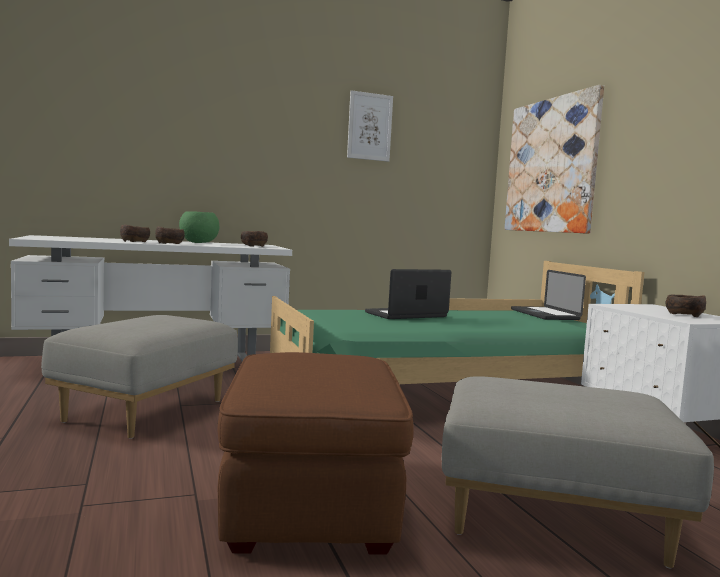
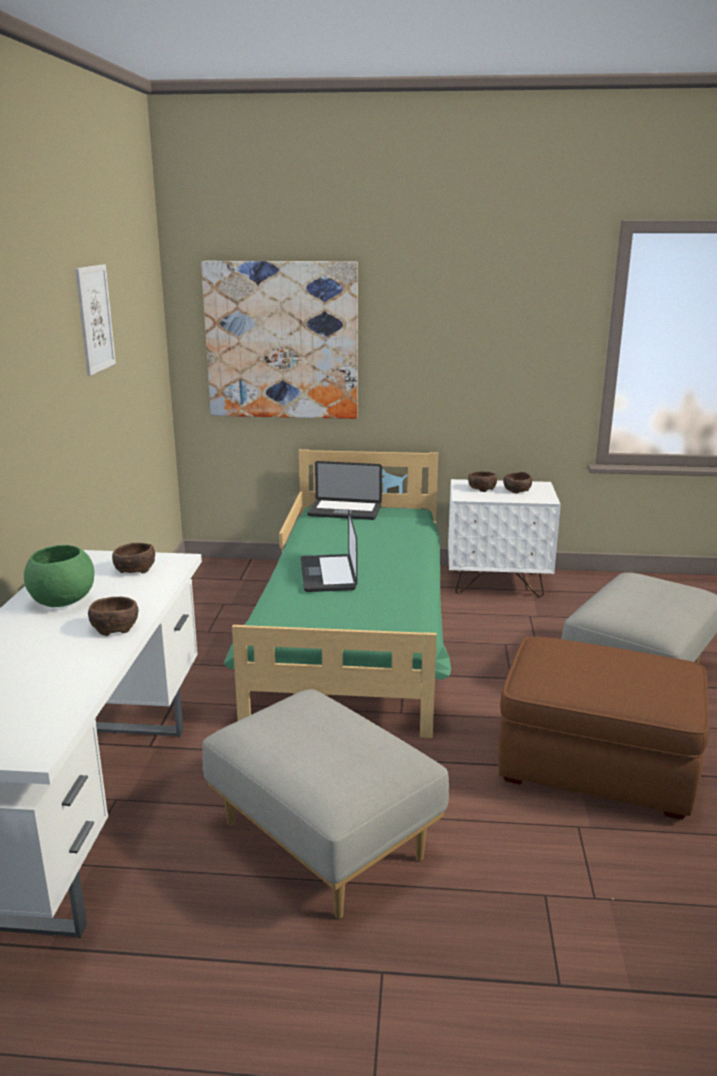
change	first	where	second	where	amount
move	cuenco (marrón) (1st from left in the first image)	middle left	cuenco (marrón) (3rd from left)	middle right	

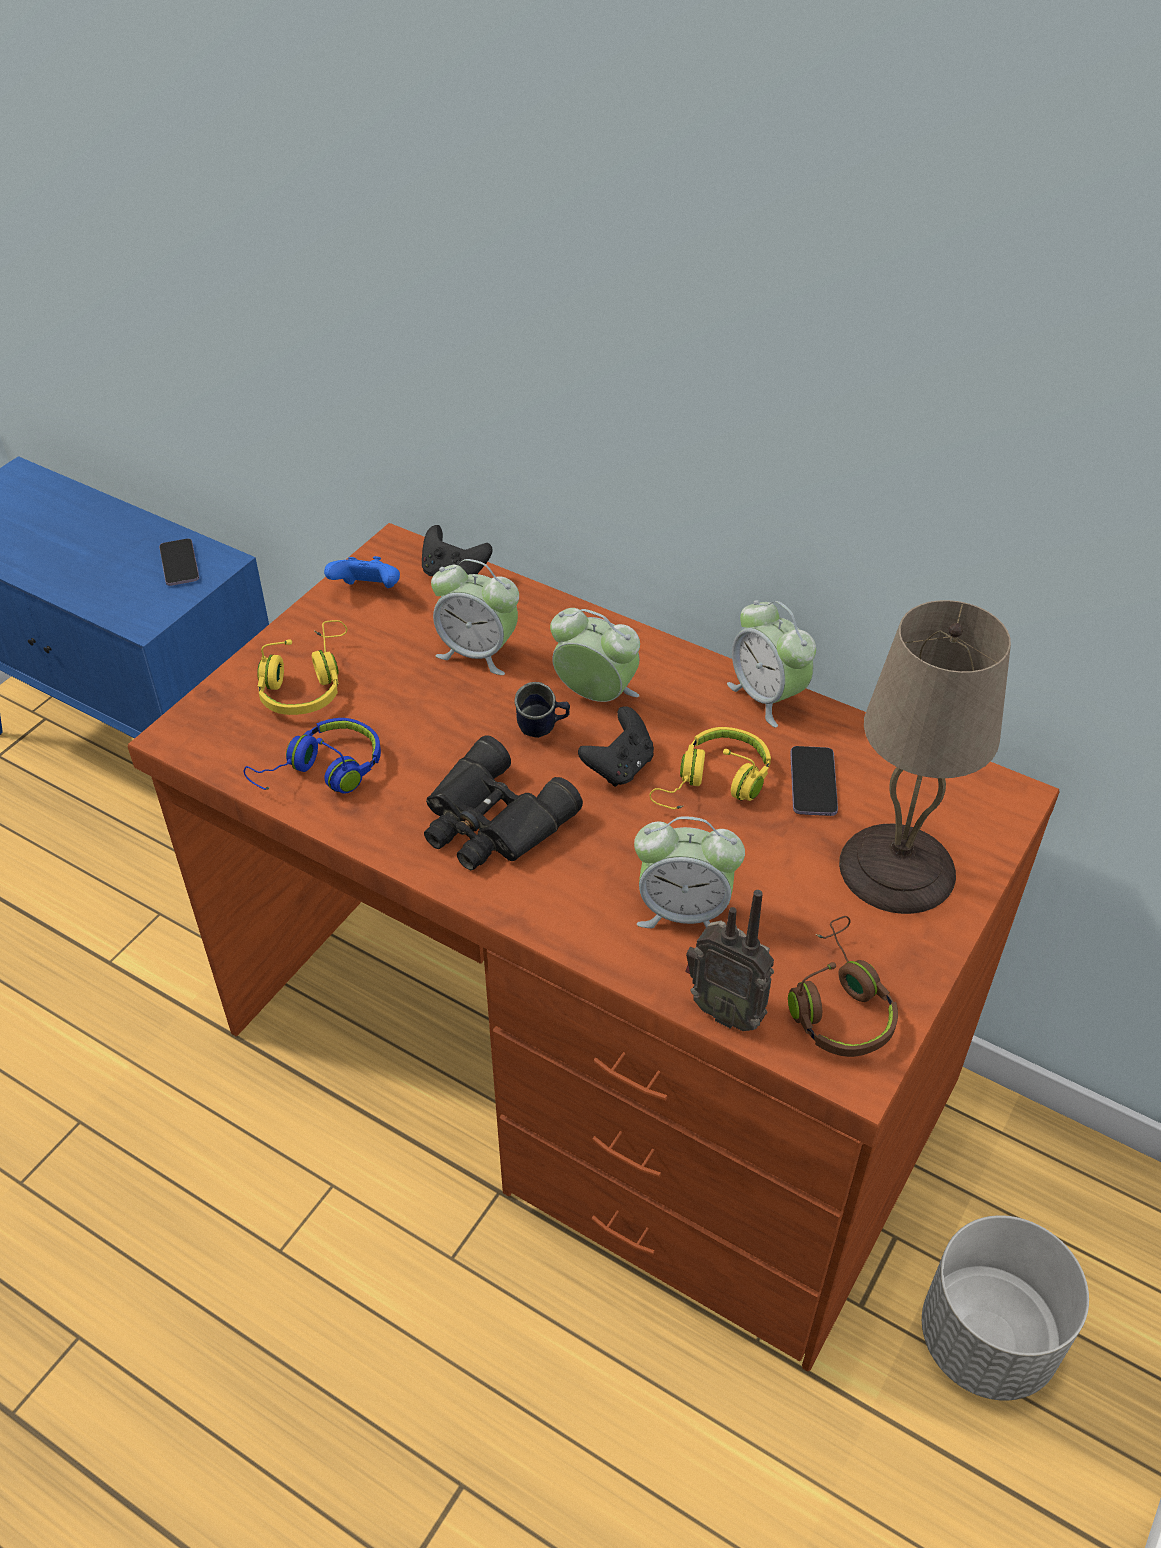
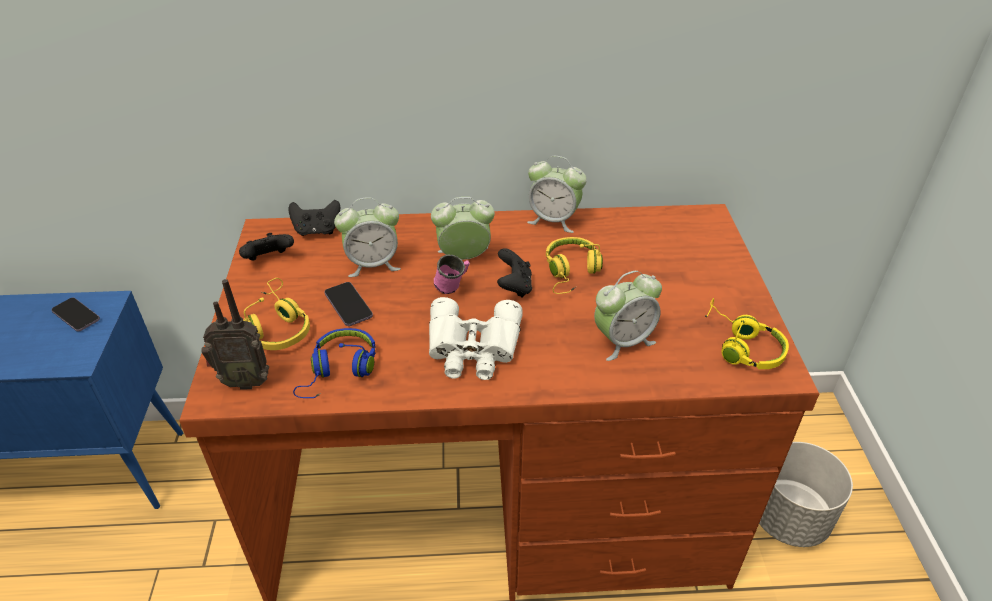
change	first	where	second	where	amount
move	radio	centre		middle left	
recolor	mando de consola (azul)	middle left	mando de consola (negro) (1st from left)	middle left	
move	móvil (2nd from left)	middle right		centre	
recolor	prismáticos (negro)	centre	prismáticos (blanco)	centre	
recolor	taza grande (azul)	centre	taza grande (rosa)	centre	
recolor	auriculares (marrón)	middle right	auriculares (amarillo) (3rd from left)	middle right	
delete	lámpara de mesa (beis)	middle right			

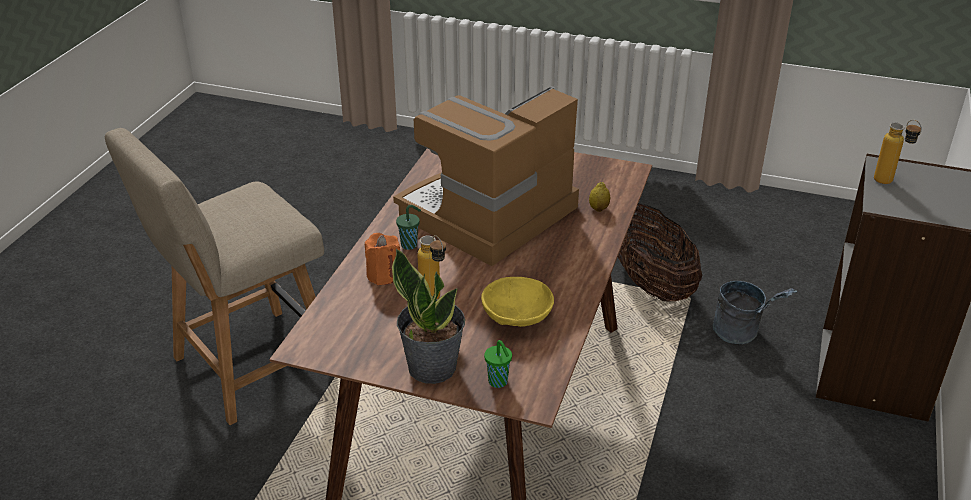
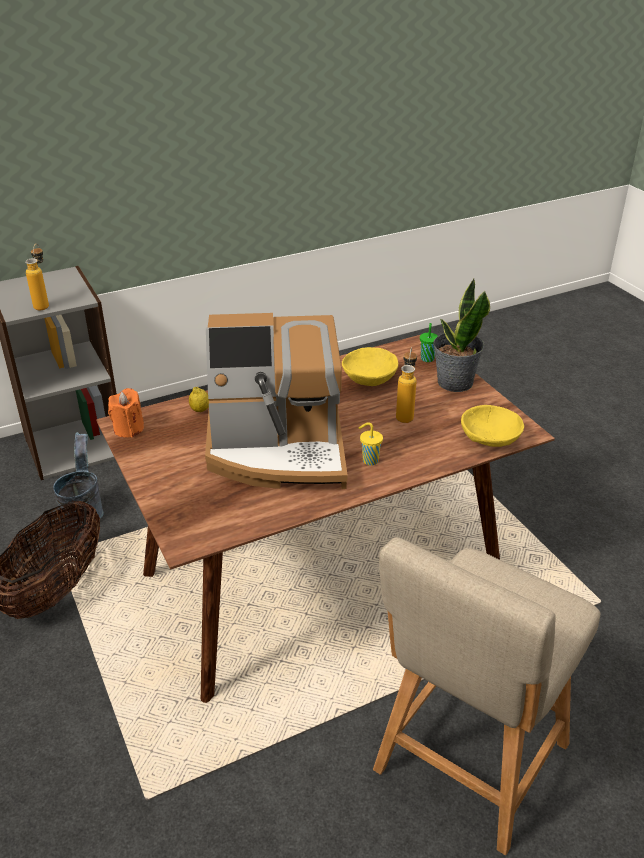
change	first	where	second	where	amount
move	vela (naranja)	centre		middle left	
recolor	taza (verde) (1st from left)	centre	taza (amarillo)	centre	
rotate	silla (beis)	middle left		bottom right	120 degrees clockwise
insert			cuenco (amarillo) (2nd from left)	middle right	

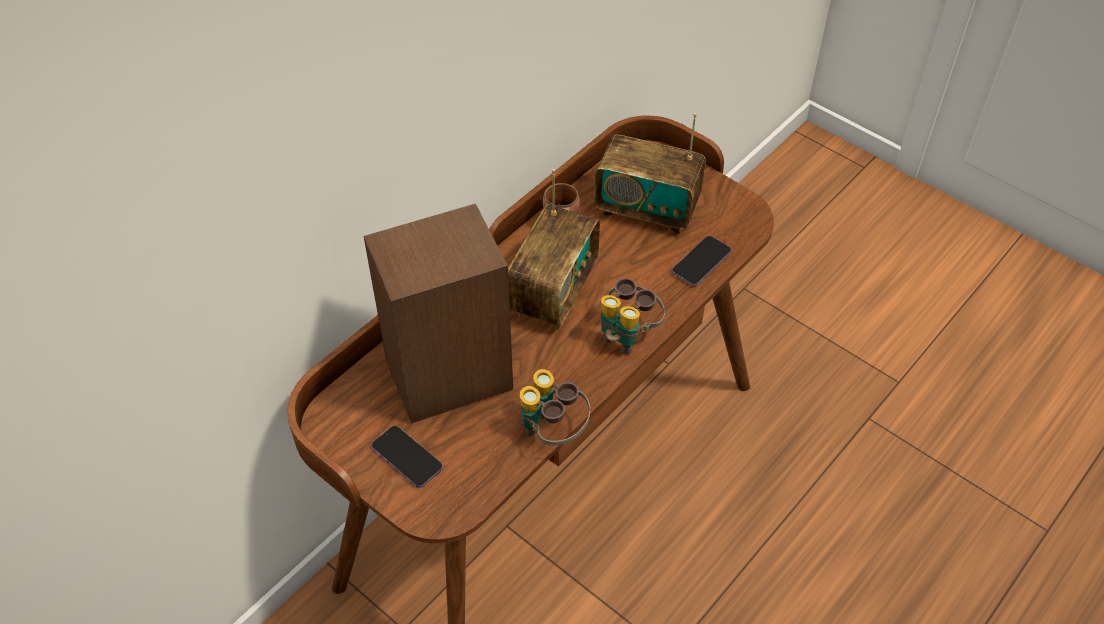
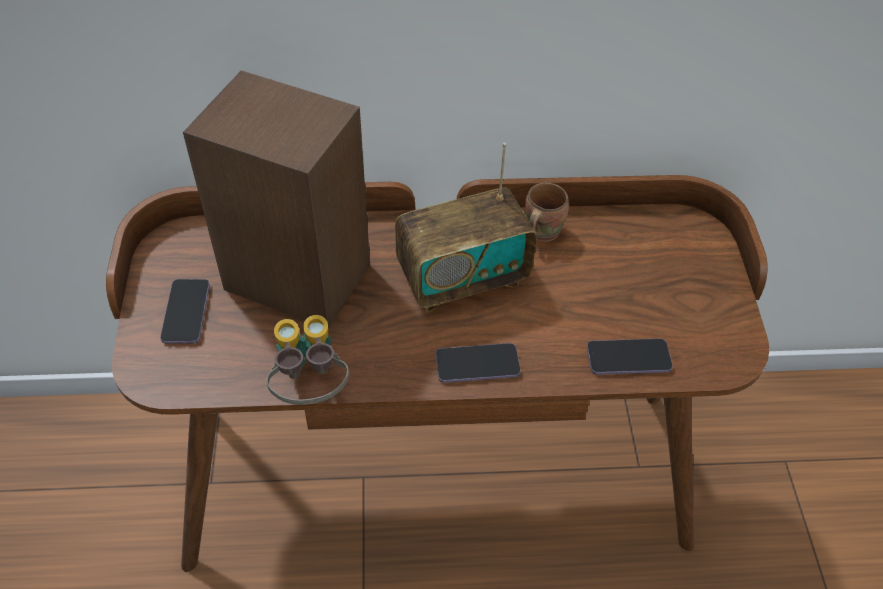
change	first	where	second	where	amount
replace	prismáticos (2nd from left)	centre	móvil (2nd from left)	centre	
delete	radio (2nd from left)	top centre			

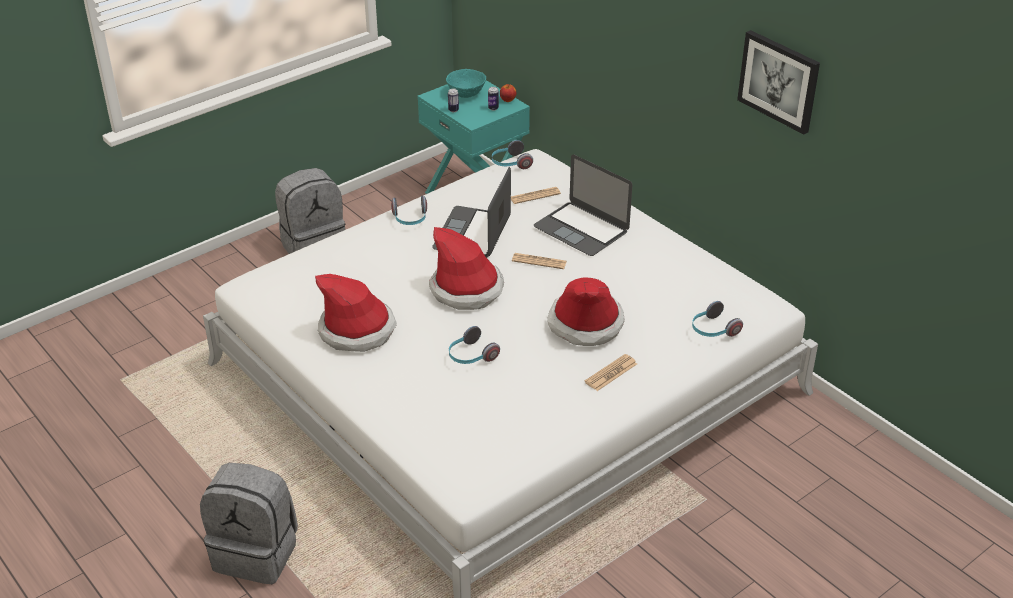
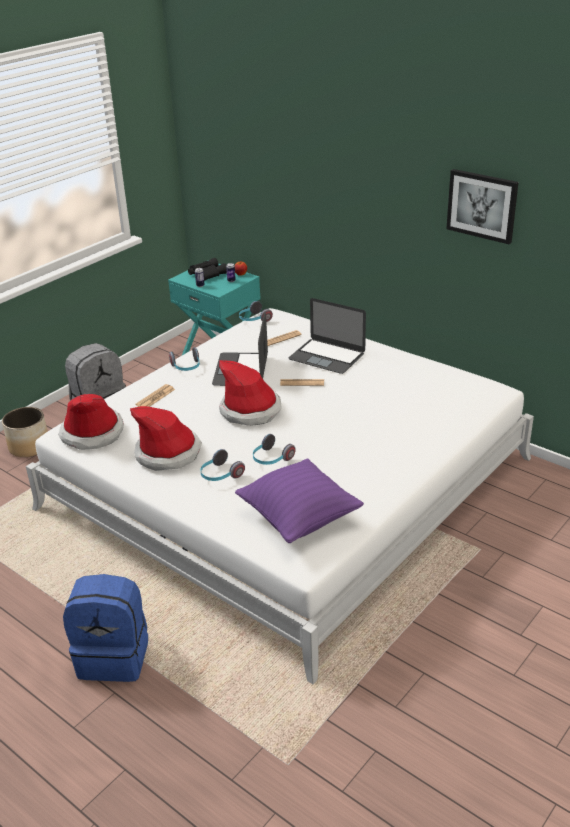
change	first	where	second	where	amount
insert			maceta	middle left	
move	sombrero (3rd from left in the first image)	centre	sombrero (1st from left)	middle left	
recolor	mochila (gris) (1st from left)	bottom left	mochila (azul)	bottom left	
move	periódico (3rd from left in the first image)	centre	periódico (1st from left)	middle left	
replace	cuenco (turquesa)	top centre	prismáticos (negro)	top centre	
move	auriculares (4th from left in the first image)	middle right	auriculares (2nd from left)	centre	
insert			cojín (morado)	centre	

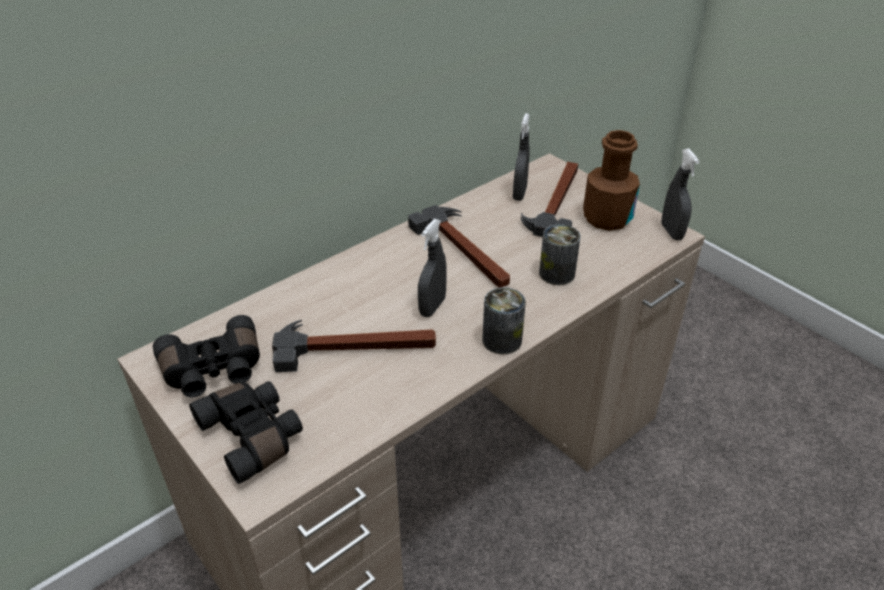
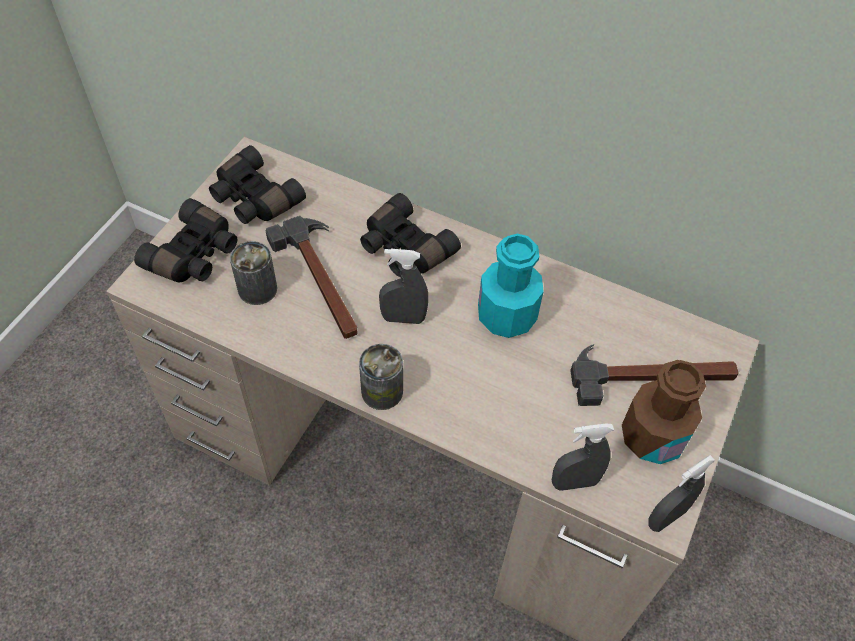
change	first	where	second	where	amount
move	lata (2nd from left in the first image)	centre	lata (1st from left)	middle left	
insert			prismáticos (negro) (3rd from left)	centre	
replace	martillo (2nd from left)	centre	botella (turquesa)	centre	
move	pulverizador (gris) (2nd from left)	top centre		bottom right	

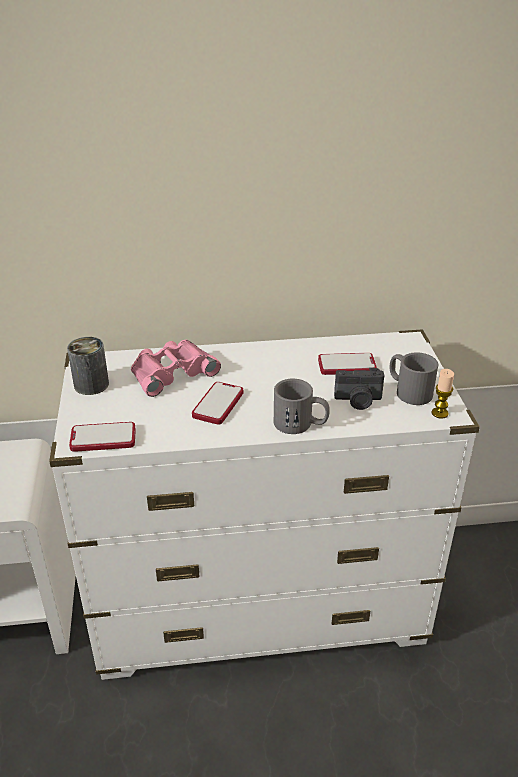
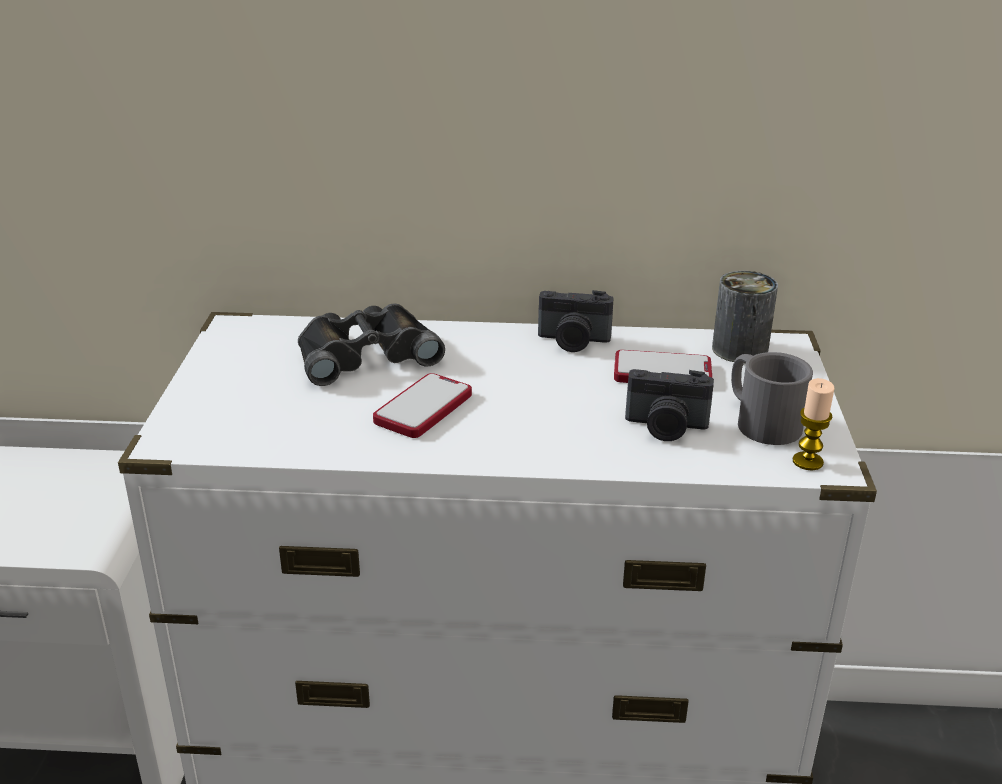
change	first	where	second	where	amount
recolor	prismáticos (rosa)	centre	prismáticos (negro)	centre	
insert			cámara (1st from left)	centre	
move	lata	middle left		middle right	
delete	móvil (1st from left)	middle left			
delete	taza grande (gris) (1st from left)	centre			

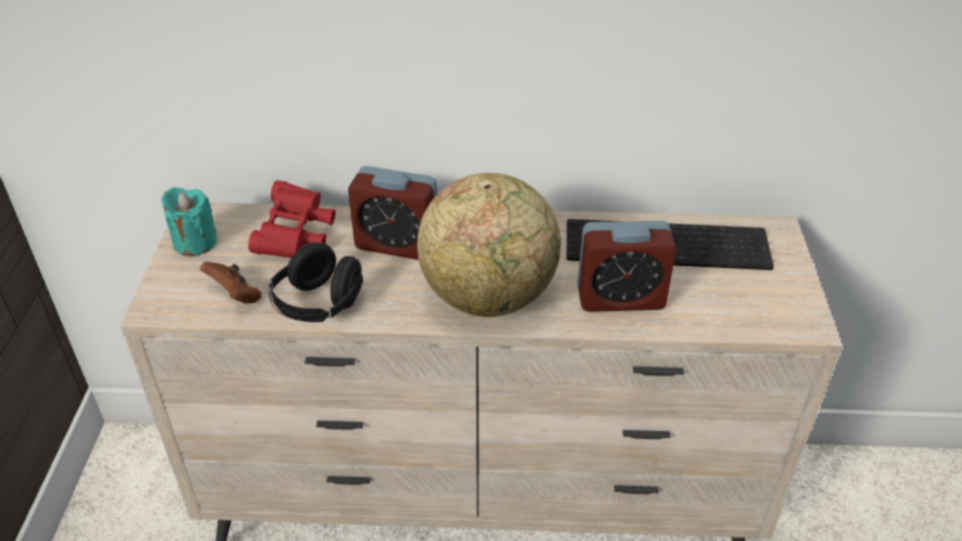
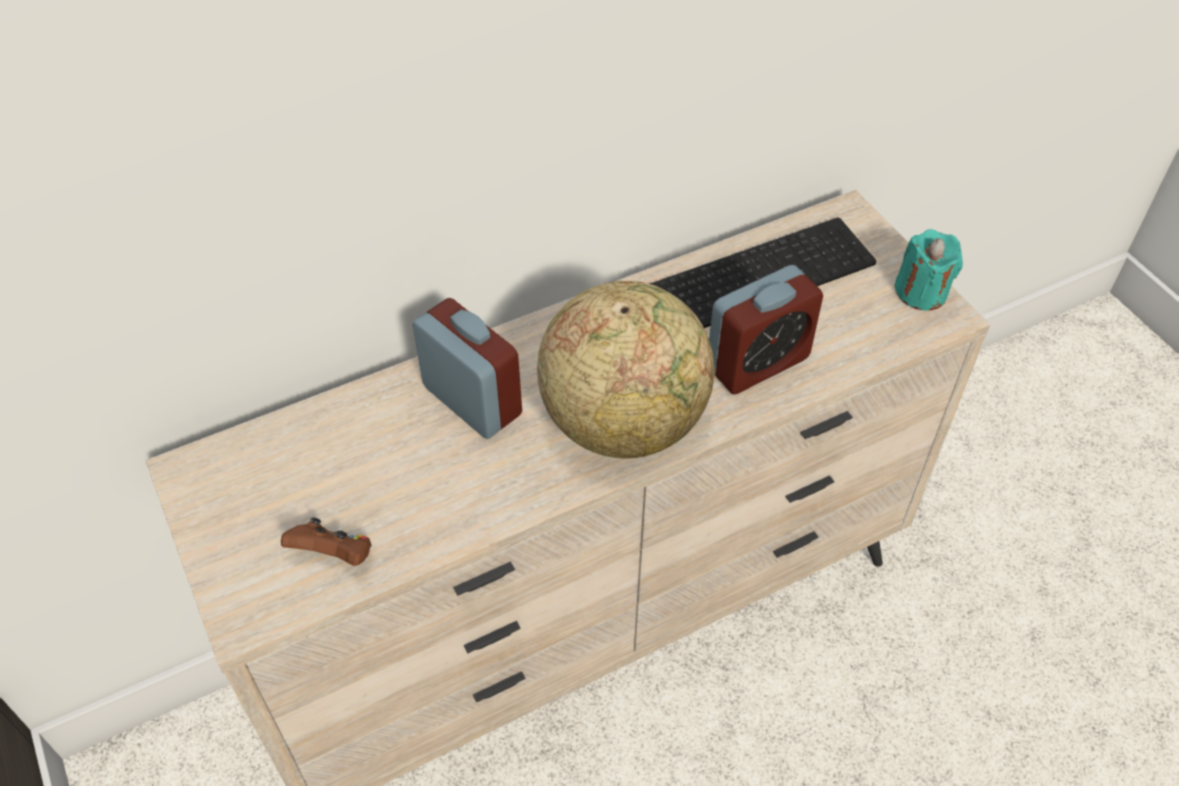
change	first	where	second	where	amount
rotate	despertador (1st from left)	centre		centre	120 degrees counterclockwise
move	vela (turquesa)	middle left		middle right	
delete	prismáticos (rojo)	middle left			
delete	auriculares (negro)	middle left			

